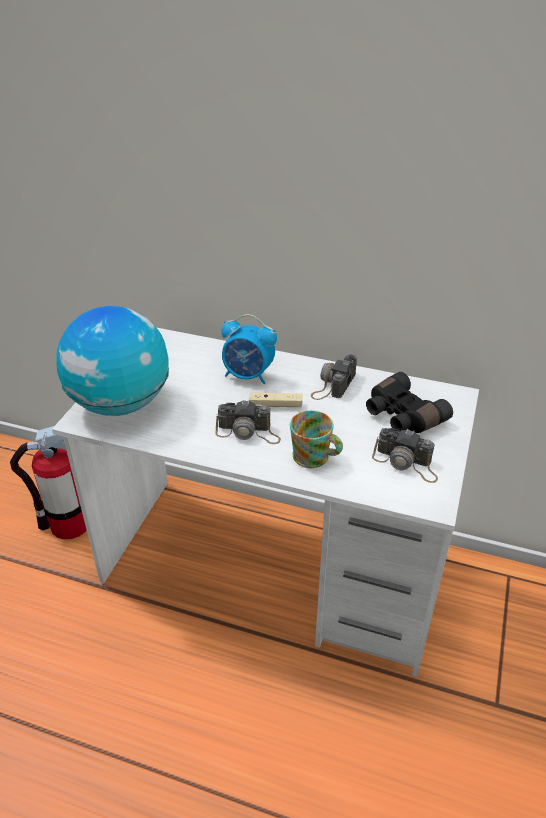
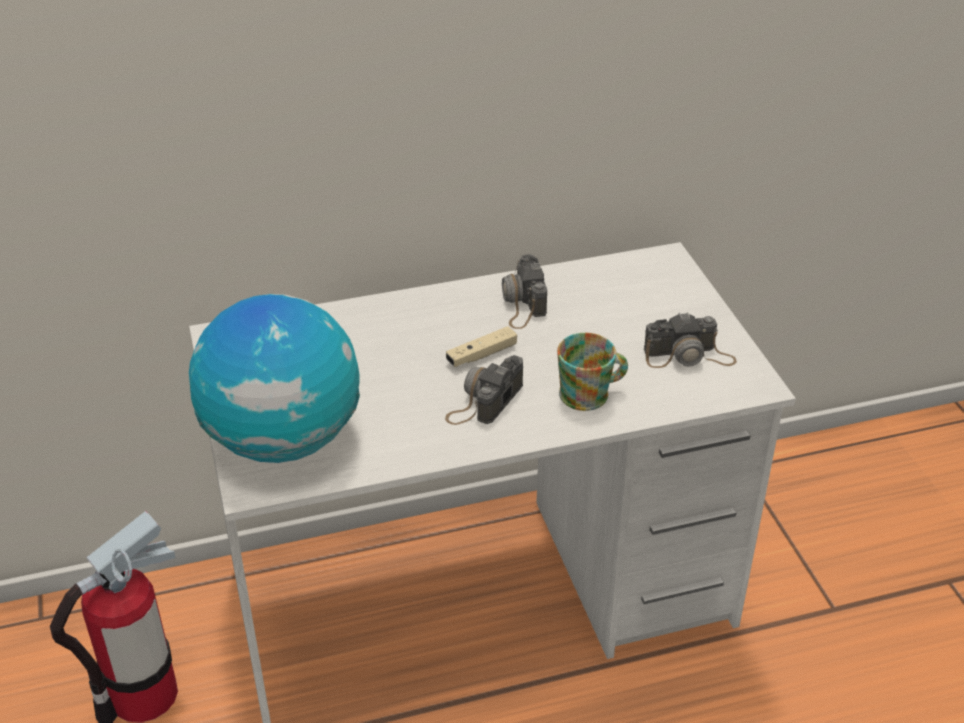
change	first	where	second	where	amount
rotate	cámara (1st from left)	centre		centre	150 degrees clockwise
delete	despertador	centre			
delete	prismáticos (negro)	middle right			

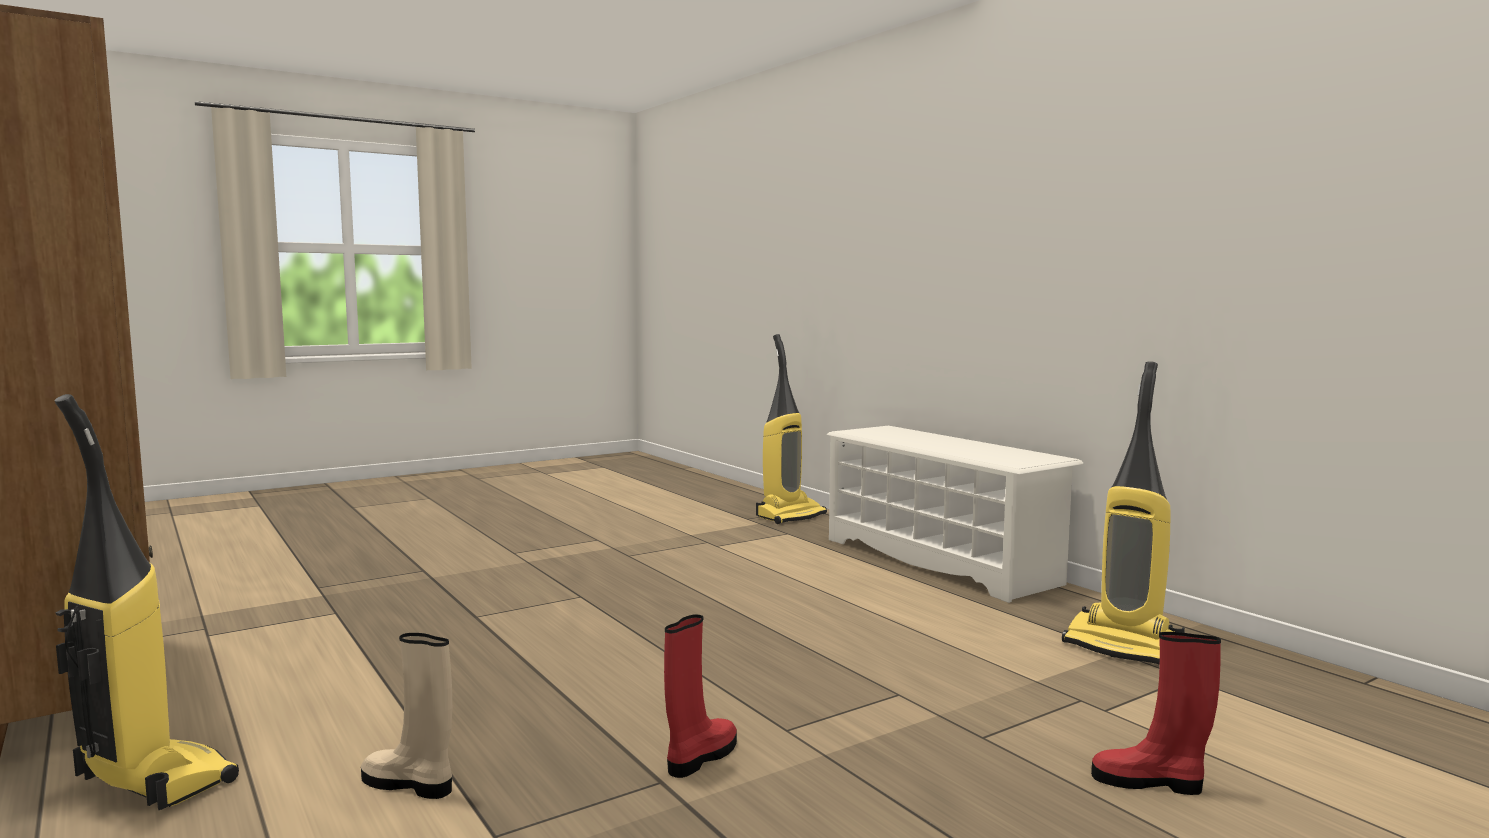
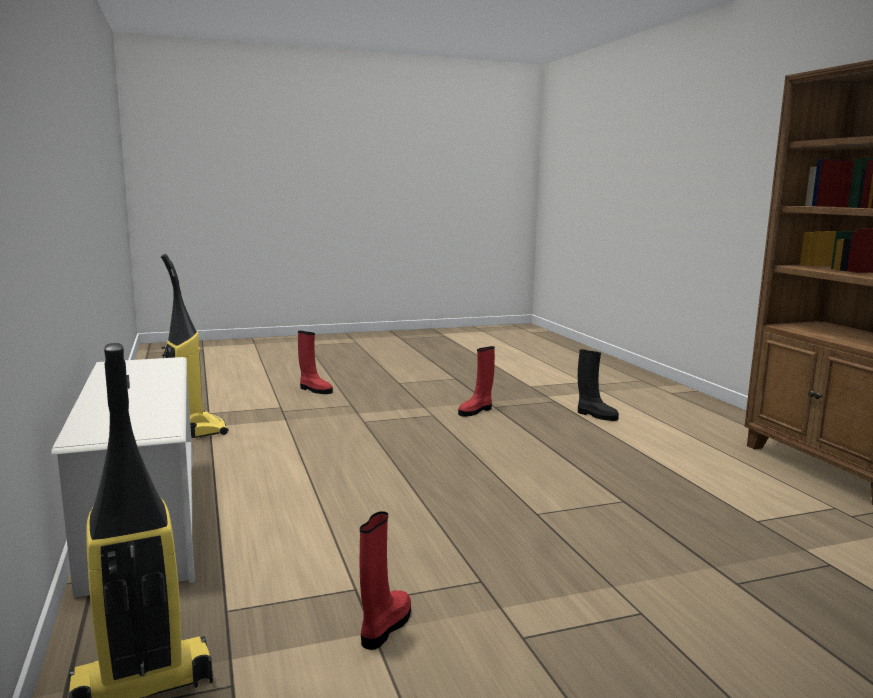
change	first	where	second	where	amount
insert			bota (rojo) (2nd from left)	bottom centre	
recolor	bota (beis)	bottom left	bota (negro)	middle right	
delete	aspiradora (1st from left)	bottom left			

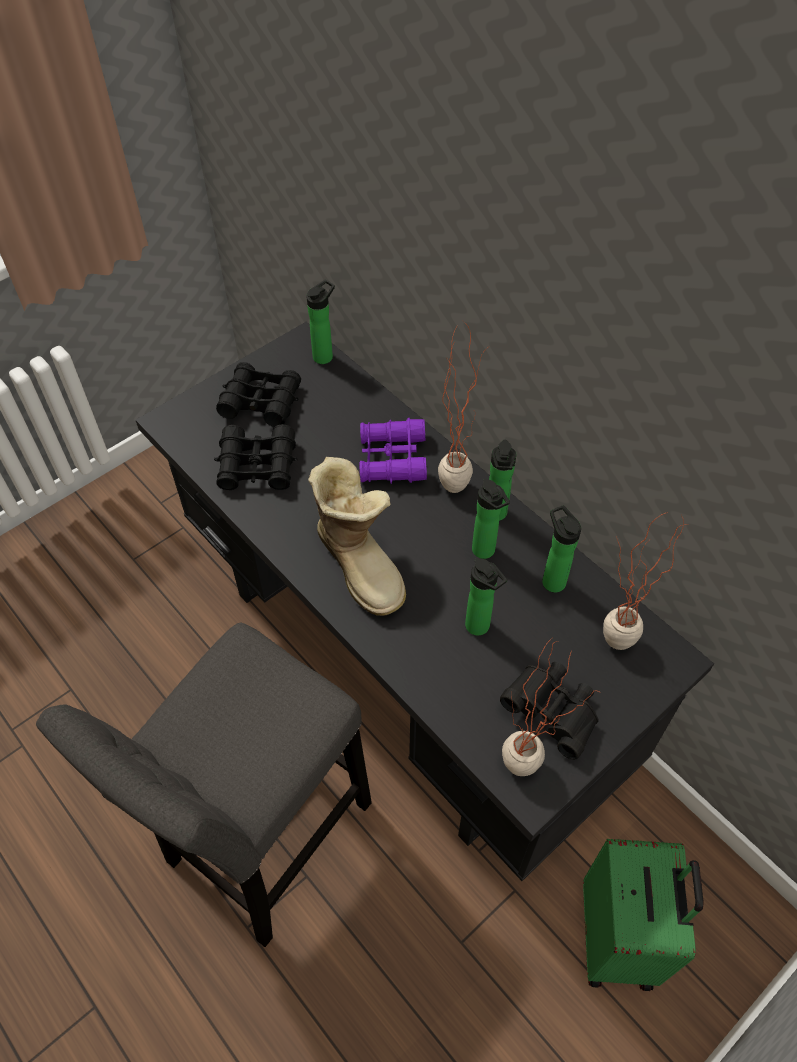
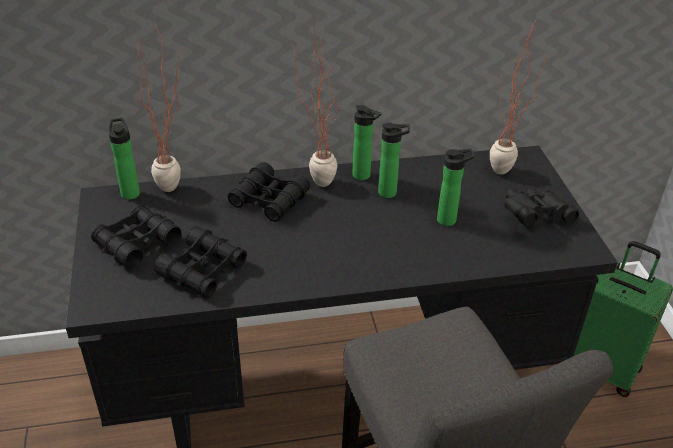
change	first	where	second	where	amount
move	planta en maceta (2nd from left in the first image)	middle right	planta en maceta (1st from left)	top left	
recolor	prismáticos (morado)	centre	prismáticos (negro) (3rd from left)	centre	
delete	bota	centre			
delete	botella (5th from left)	middle right			

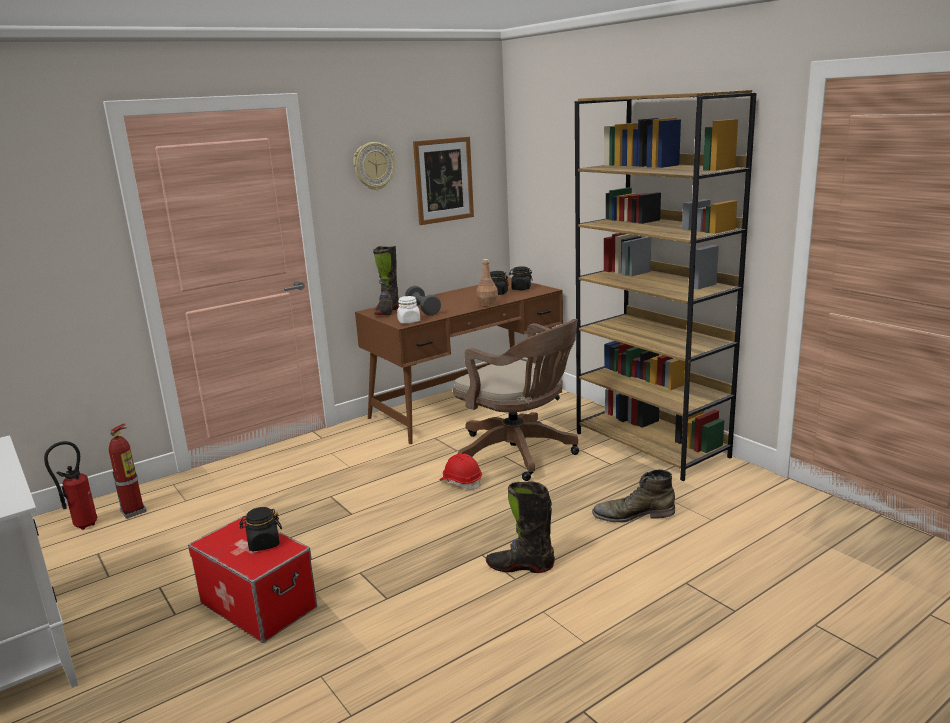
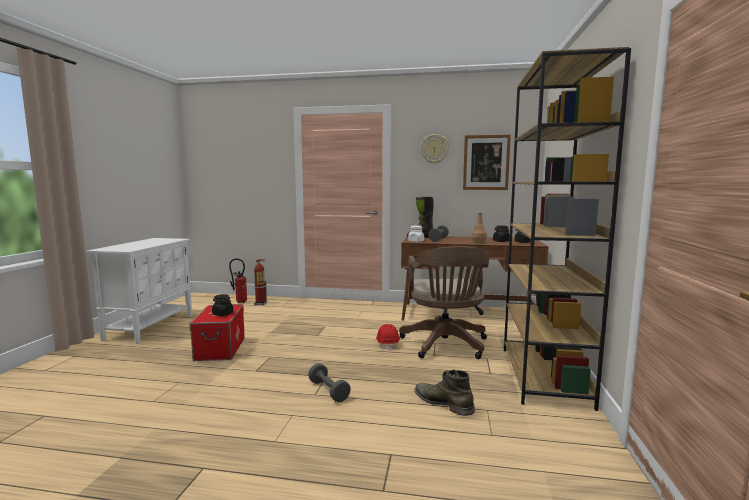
change	first	where	second	where	amount
replace	bota (negro) (2nd from left)	bottom centre	mancuerna (gris) (1st from left)	bottom centre	

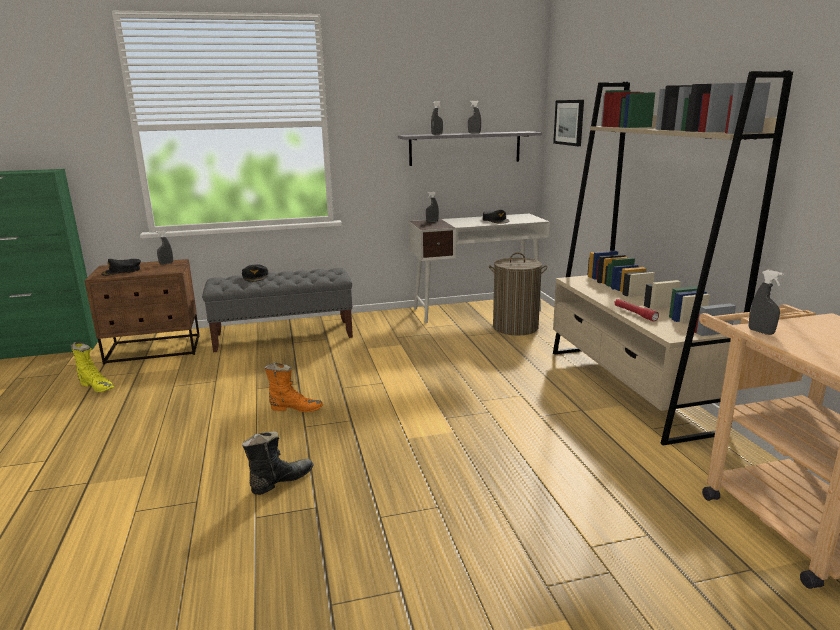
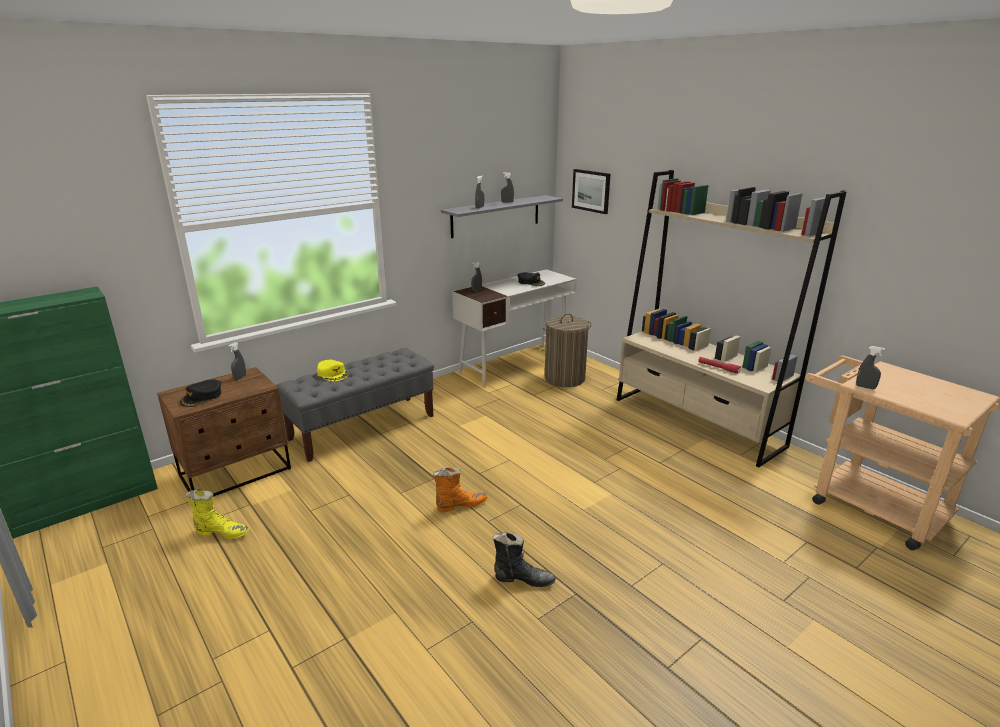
change	first	where	second	where	amount
recolor	gorra (negro) (2nd from left)	middle left	gorra (amarillo)	middle left	
rotate	bota (negro)	bottom left		bottom centre	75 degrees clockwise

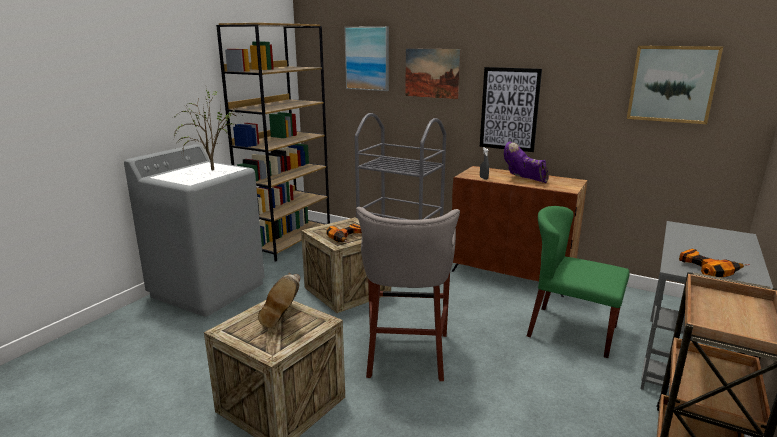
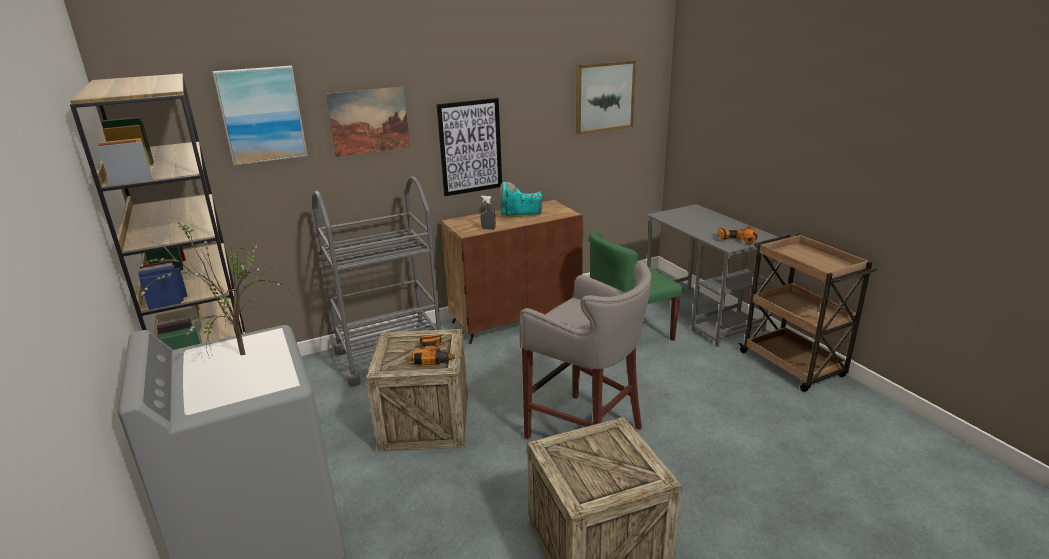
change	first	where	second	where	amount
recolor	bota (morado)	middle right	bota (turquesa)	centre	
delete	bota (marrón)	bottom centre			

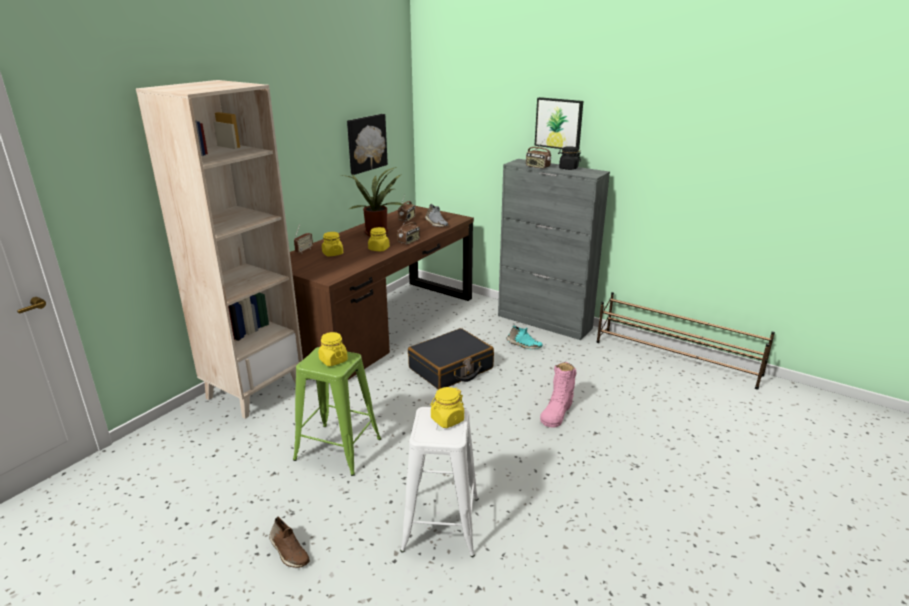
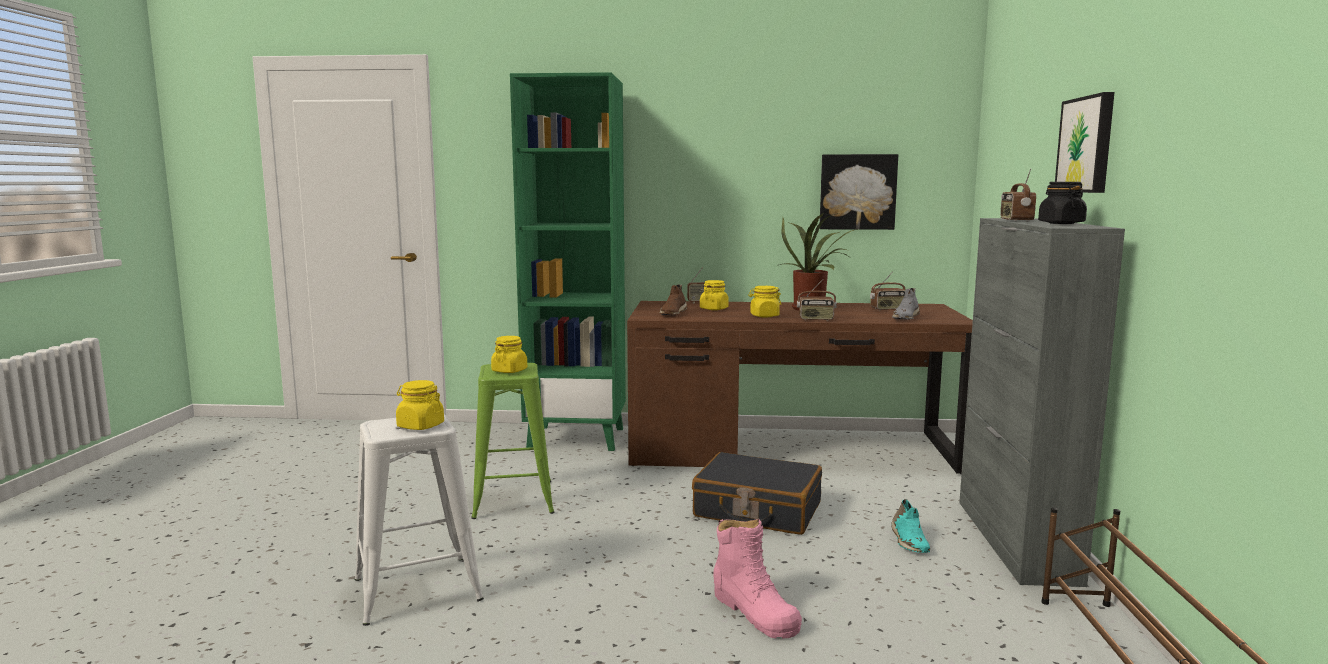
change	first	where	second	where	amount
recolor	estantería (beis)	middle left	estantería (verde)	centre	
move	zapato (marrón)	bottom left		centre	
rotate	bota (rosa)	centre		bottom centre	120 degrees counterclockwise

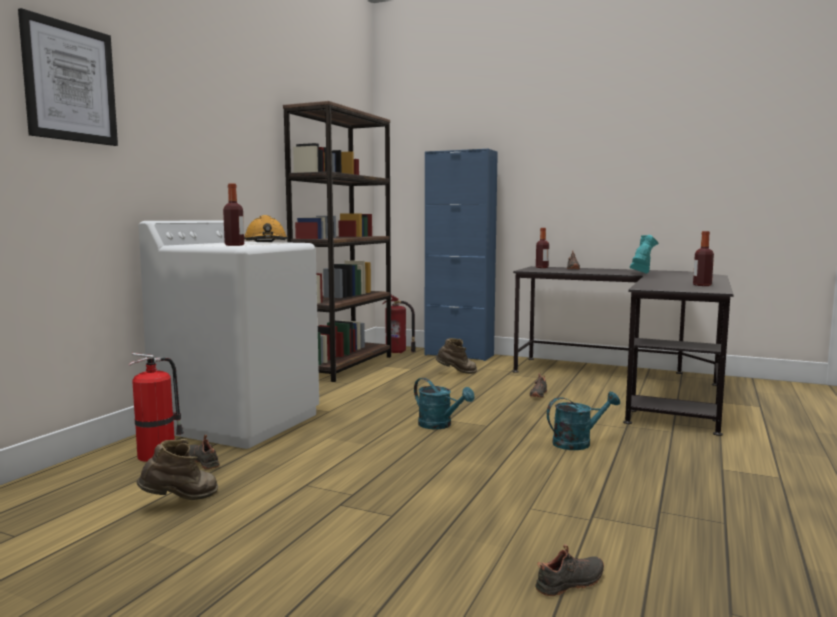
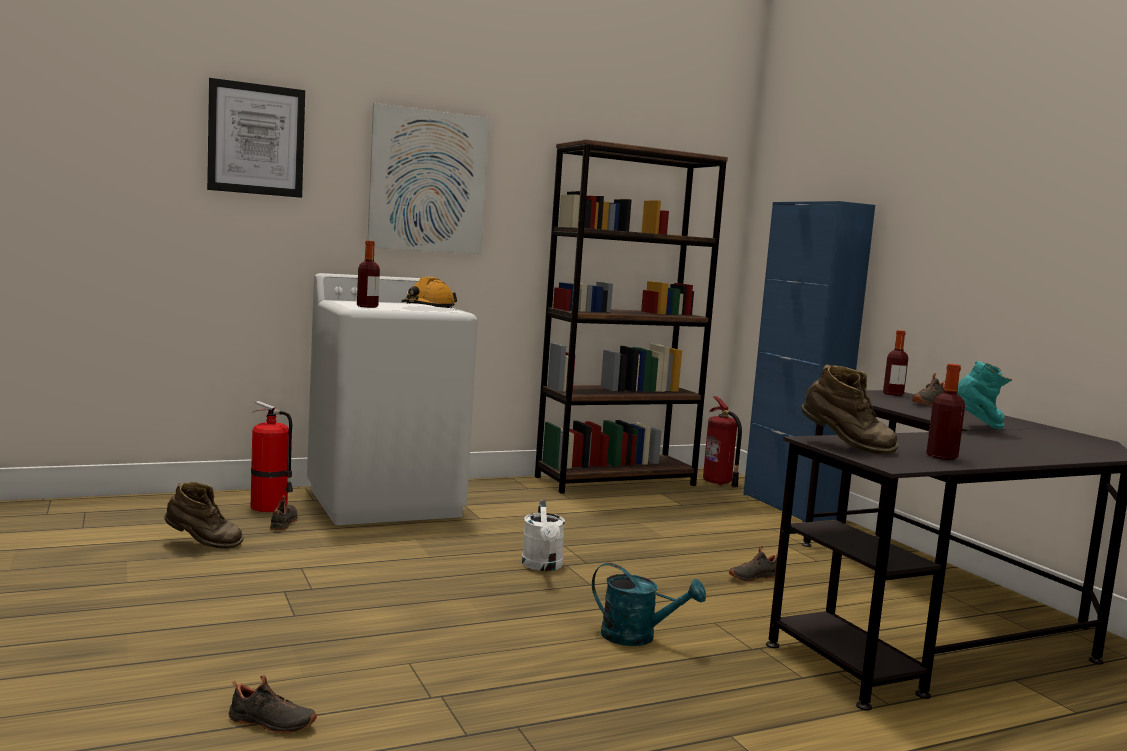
change	first	where	second	where	amount
insert			cuadro (2nd from left)	top centre	
recolor	regadera (turquesa) (1st from left)	centre	regadera (blanco)	bottom centre	
move	bota (marrón) (2nd from left)	centre		middle right	

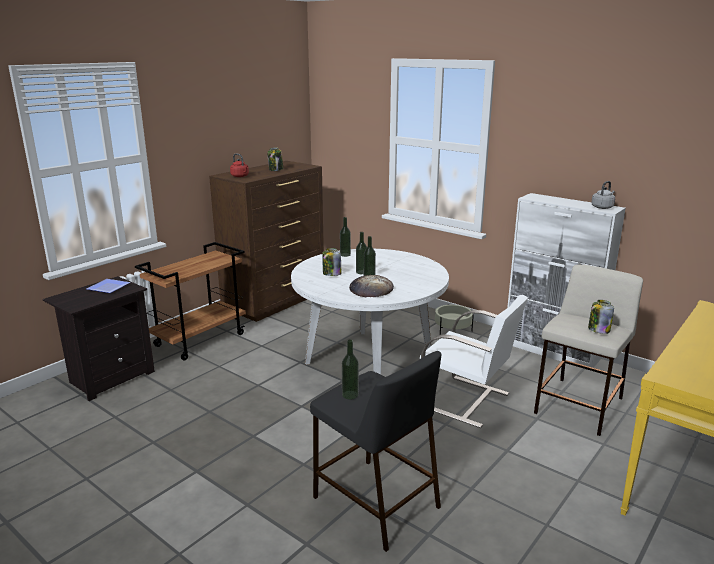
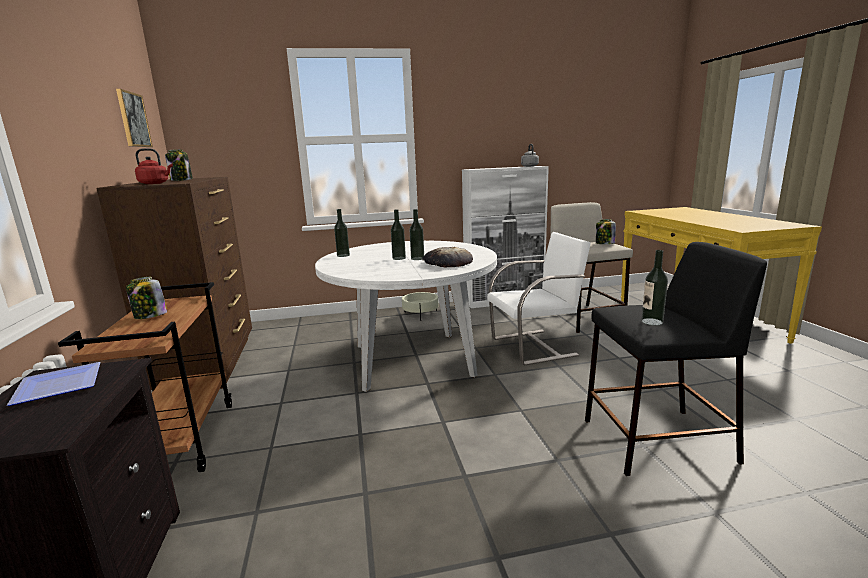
change	first	where	second	where	amount
insert			cuadro	top left	
move	tarro (2nd from left in the first image)	centre	tarro (1st from left)	middle left	

